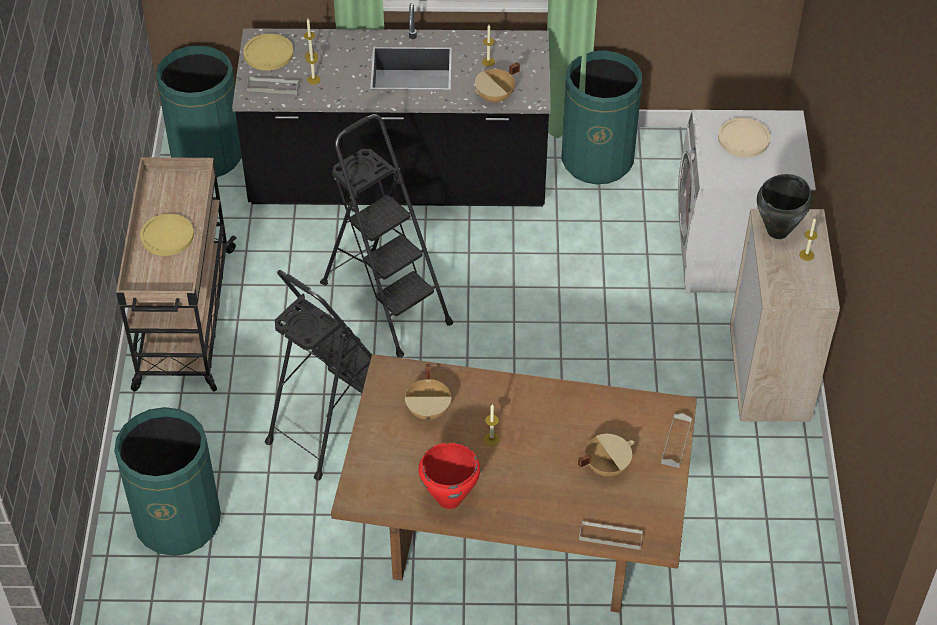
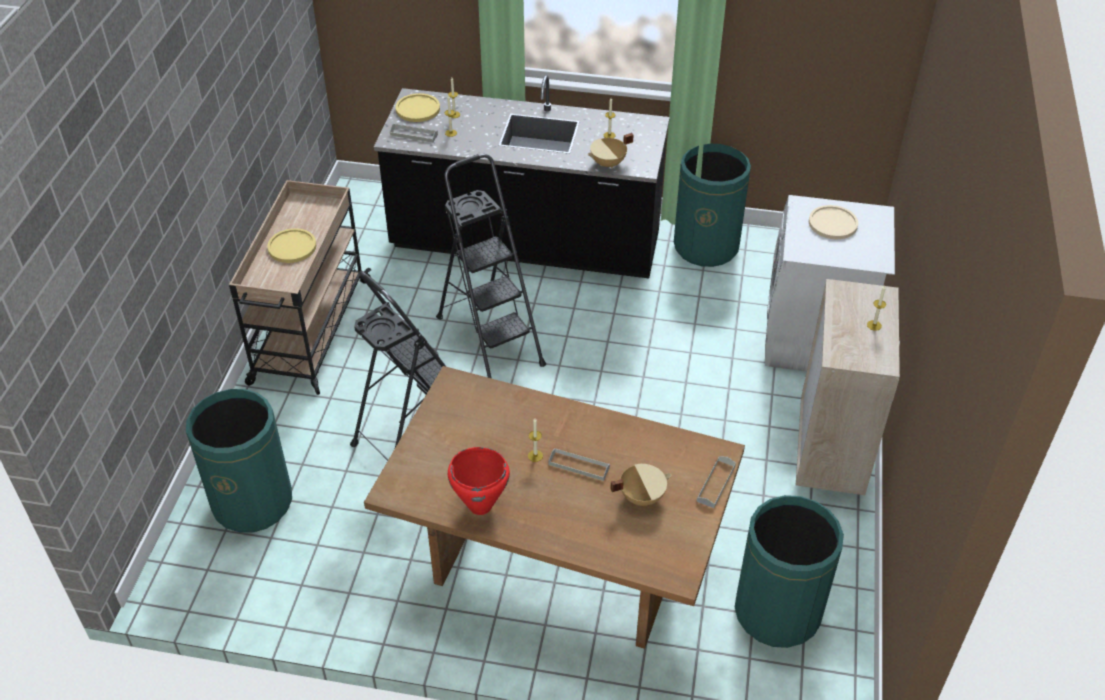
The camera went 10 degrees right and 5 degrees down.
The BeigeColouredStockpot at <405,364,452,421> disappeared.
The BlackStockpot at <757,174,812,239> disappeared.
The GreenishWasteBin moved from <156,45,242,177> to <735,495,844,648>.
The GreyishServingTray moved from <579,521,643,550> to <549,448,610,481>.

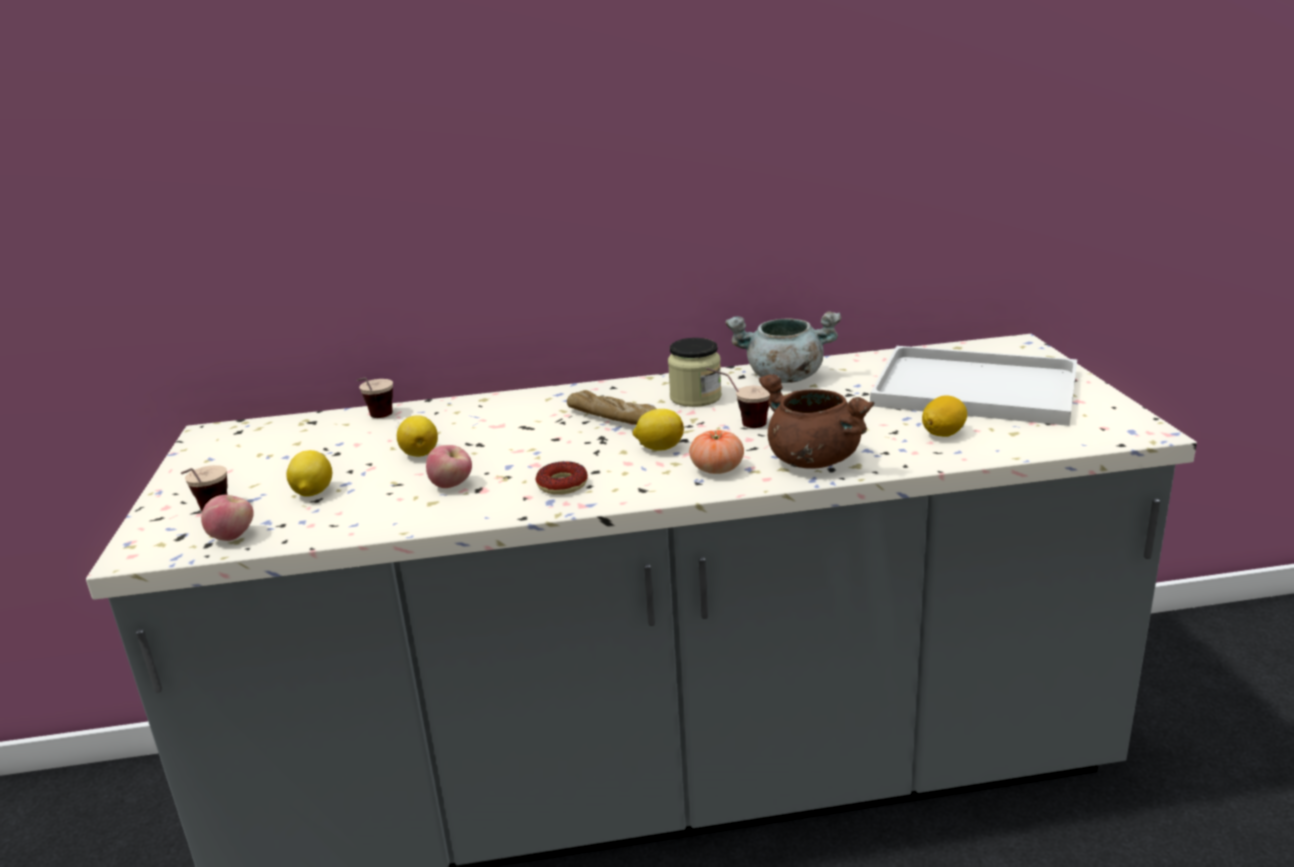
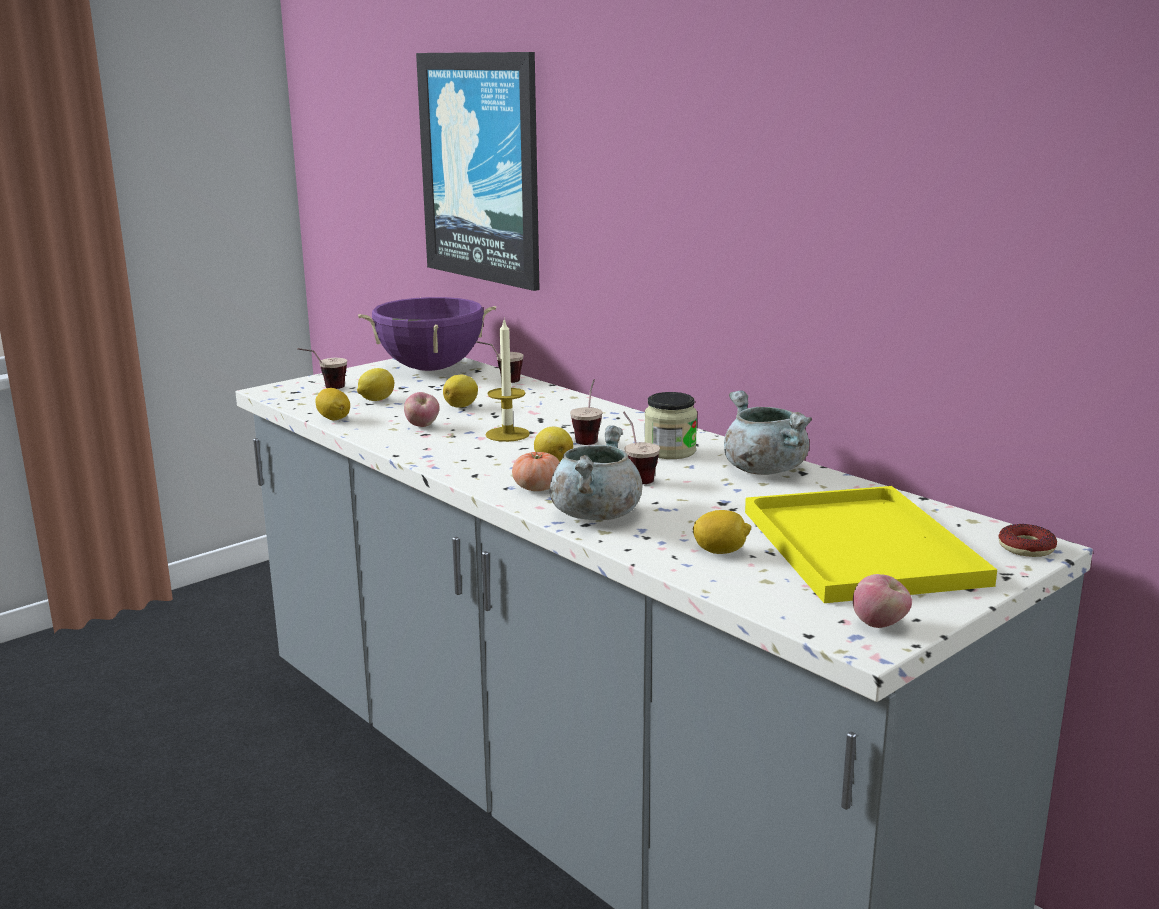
The camera went 55 degrees right and 5 degrees down.
The Lemon at <316,388,350,420> appeared.
The PurpleStockpot at <358,297,496,371> appeared.
The WallPicture at <416,52,540,291> appeared.
The Candle at <486,317,530,442> appeared.
The WholeApple moved from <201,495,254,541> to <853,574,912,628>.
The Donut moved from <536,461,588,495> to <998,524,1057,557>.
The Bread at <567,390,657,425> was replaced by the DrinkingCup at <570,379,603,445>.
The BrownStockpot at <759,374,875,469> became the GreyishStockpot at <550,425,643,520>.
The WhiteColouredServingTray at <870,346,1077,426> became the YellowColouredServingTray at <745,486,997,603>.

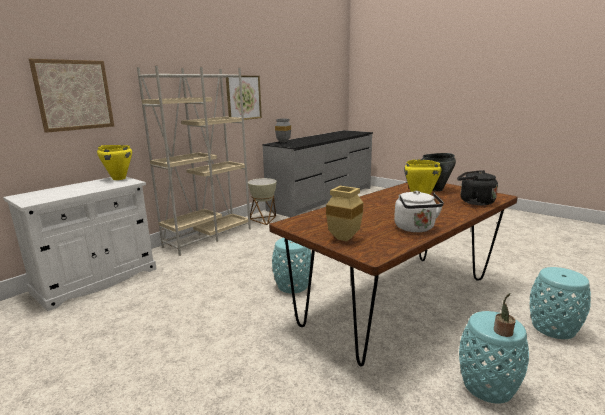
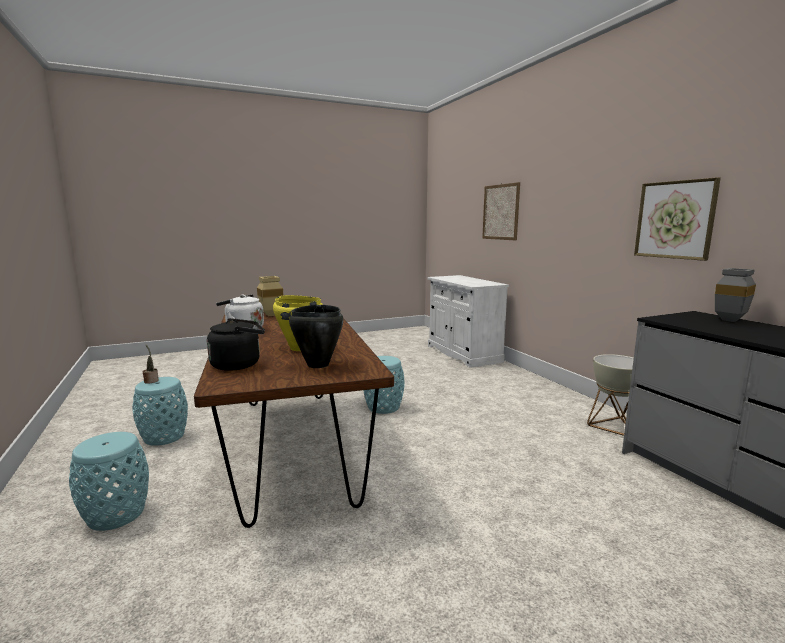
The camera went 115 degrees right and 5 degrees down.
The YellowColouredStockpot at <97,145,132,180> disappeared.
The BeigeColouredShelvingUnit at <137,66,251,256> disappeared.

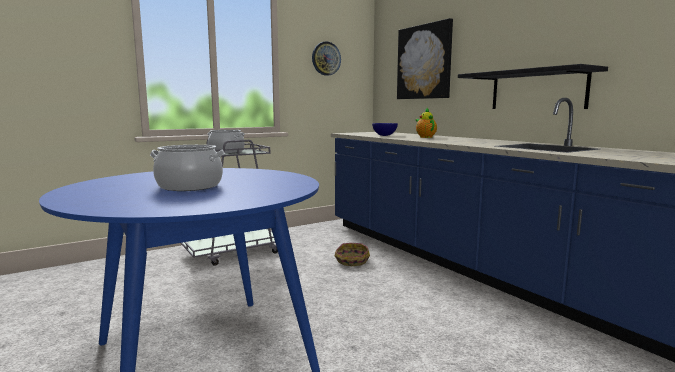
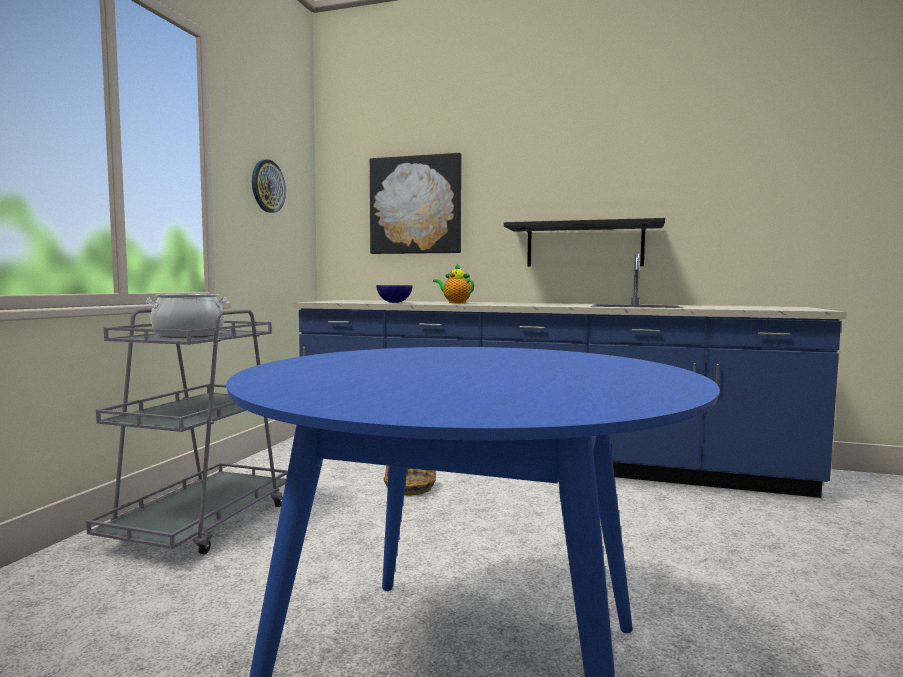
The camera went 40 degrees left and 5 degrees down.
The Stockpot at <150,145,225,191> disappeared.

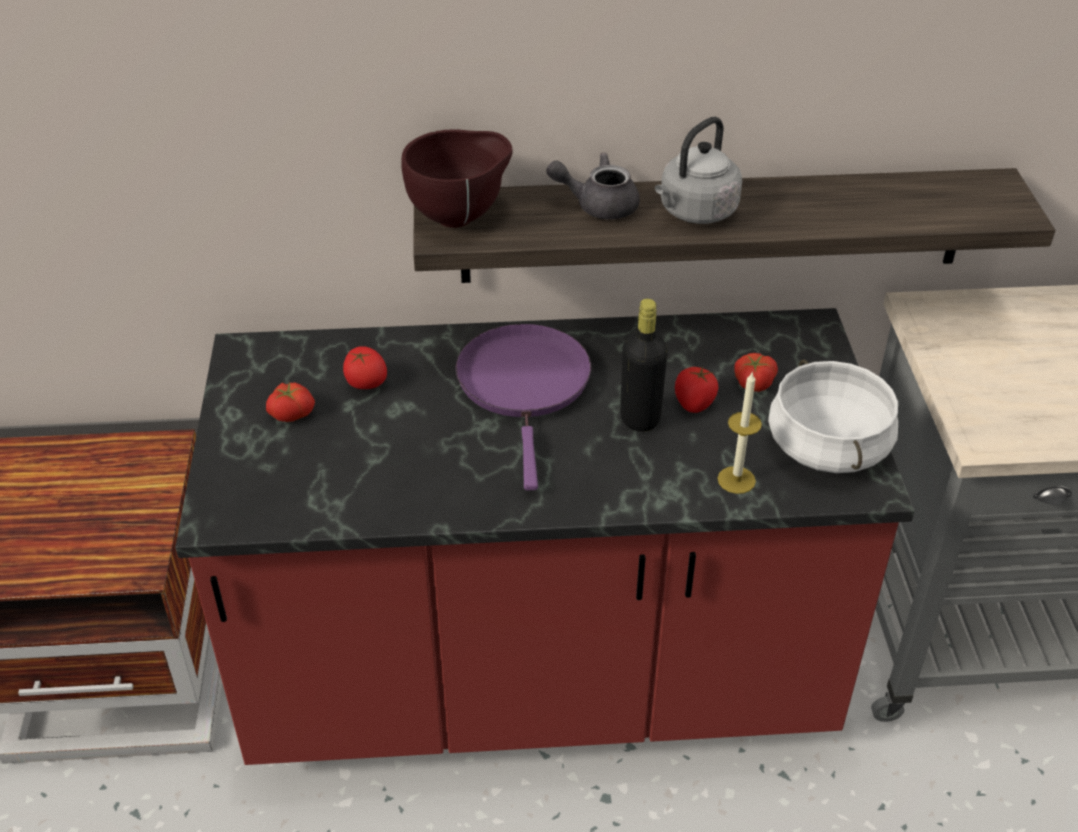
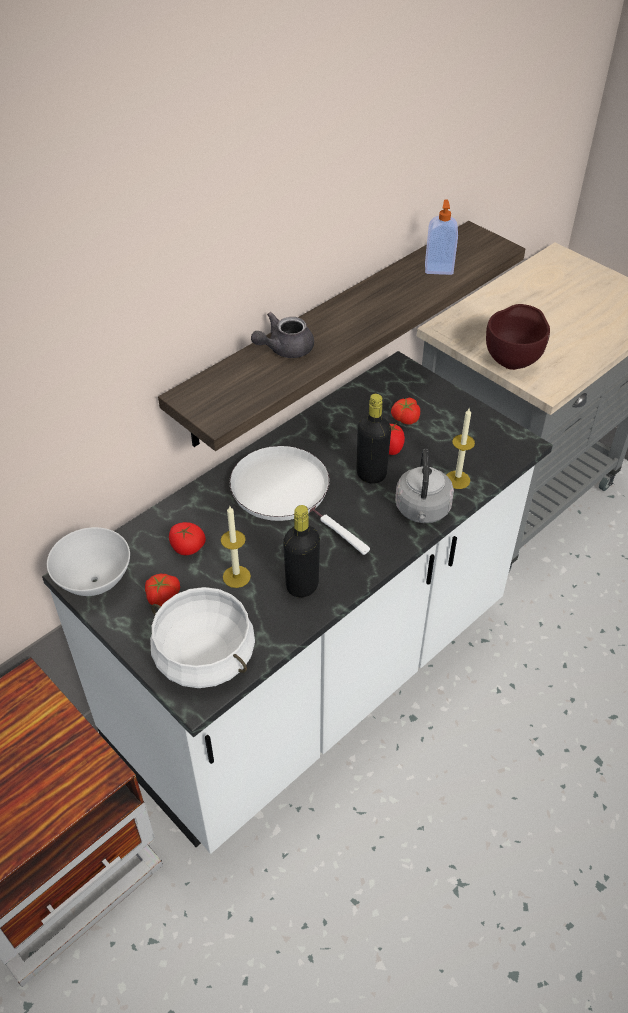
The camera went 40 degrees left and 5 degrees up.
The WhiteColouredDeepDish at <47,527,130,596> appeared.
The Candle at <221,506,251,588> appeared.
The BlackDrinkBottle at <283,505,320,598> appeared.
The SoapBottle at <425,199,458,275> appeared.
The BrownDeepDish moved from <401,129,513,228> to <486,304,550,370>.
The GreyishTeaKettle moved from <655,117,742,224> to <395,448,454,523>.
The WhiteColouredStockpot moved from <768,359,898,473> to <150,587,255,688>.
The RedCounter at <175,308,915,765> became the WhiteColouredCounter at <42,351,553,854>.
The PurpleFryingPan at <456,324,591,490> became the WhiteColouredFryingPan at <229,446,370,555>.

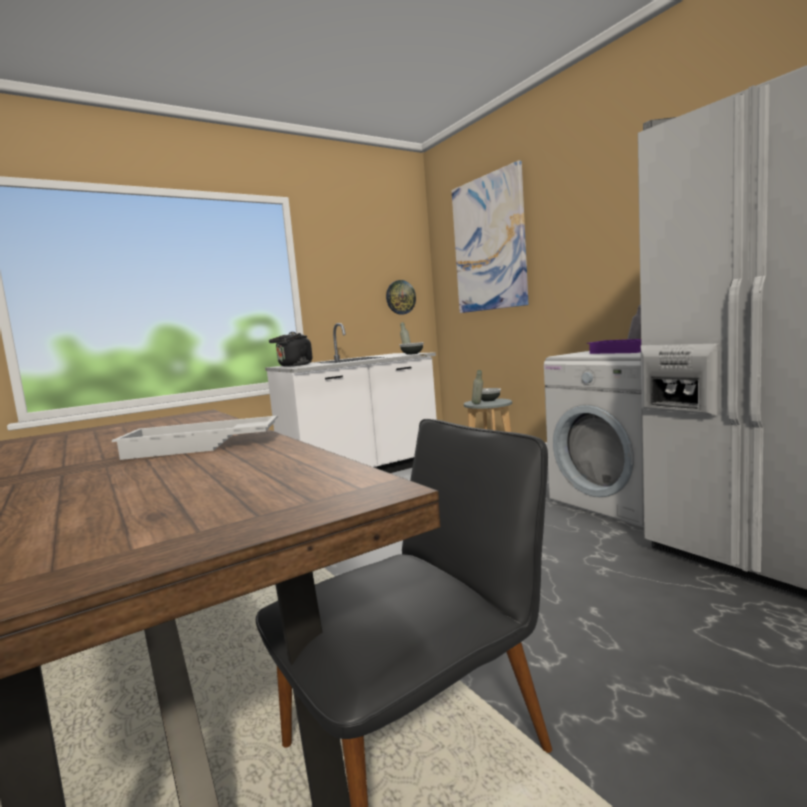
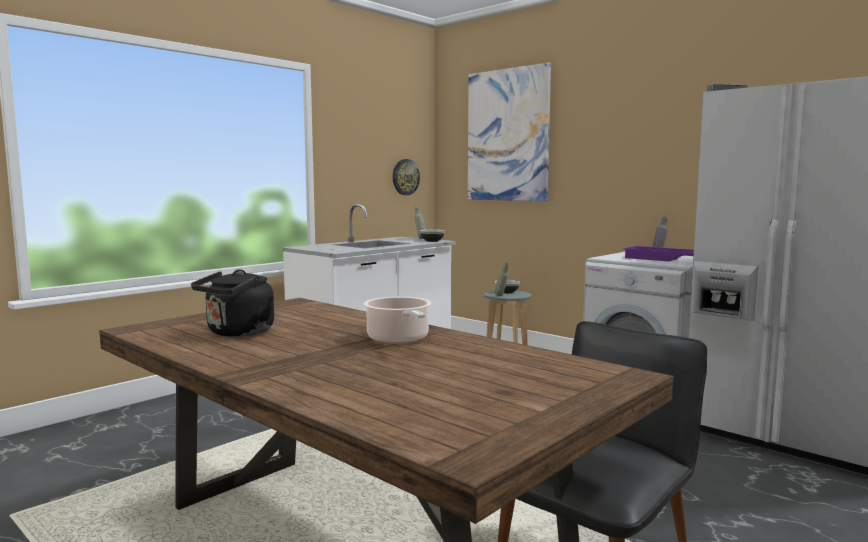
The camera went 15 degrees left and 0 degrees up.
The BlackTeaKettle moved from <269,332,312,367> to <191,269,274,337>.
The WhiteColouredServingTray at <112,415,278,460> was replaced by the Stockpot at <363,297,432,344>.

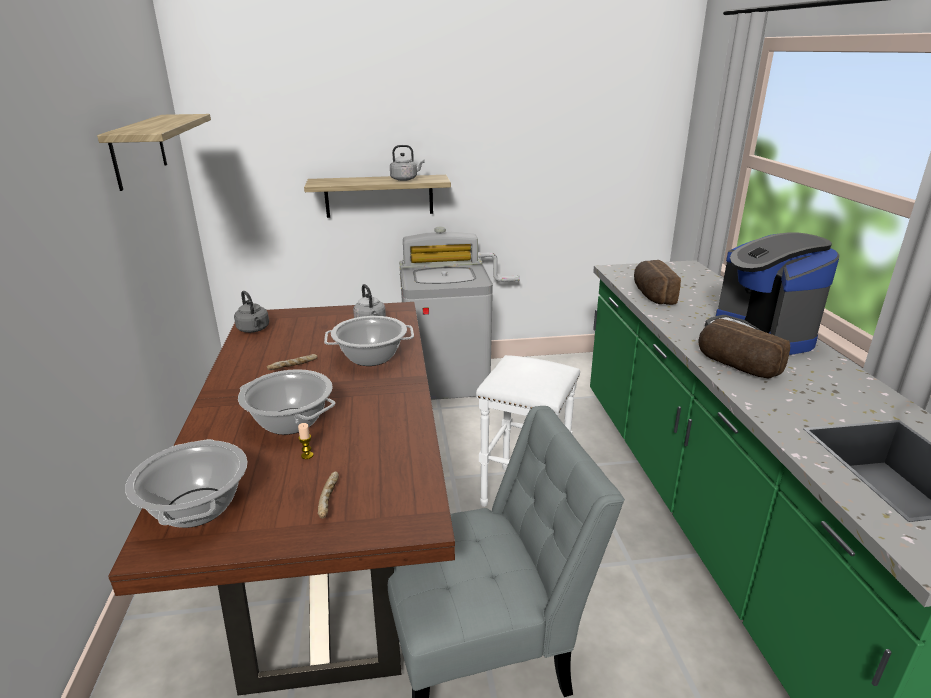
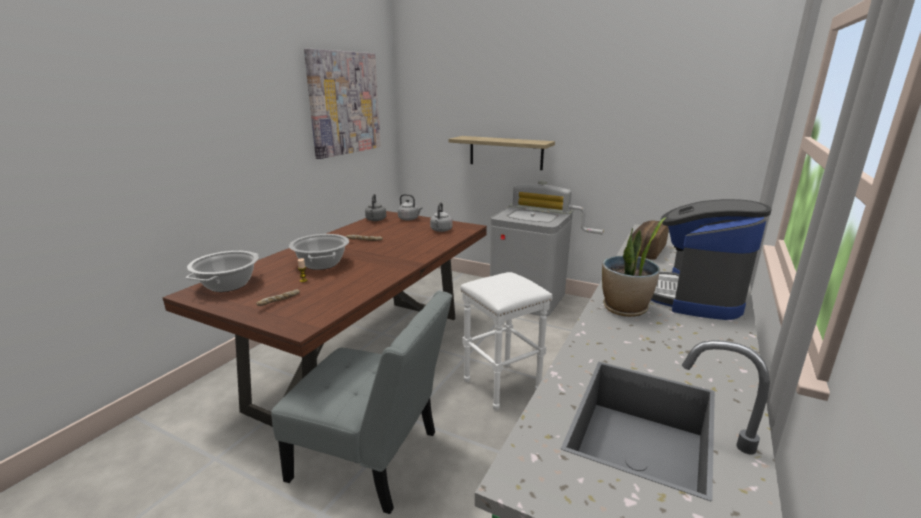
The camera went 35 degrees right and 5 degrees down.
The Stockpot at <324,316,414,366> disappeared.
The GreyishTeaKettle moved from <390,145,425,181> to <398,194,423,221>.
The WallShelf at <97,114,211,191> was replaced by the WallPicture at <304,48,381,159>.
The Bread at <699,319,790,378> was replaced by the Houseplant at <602,217,667,317>.

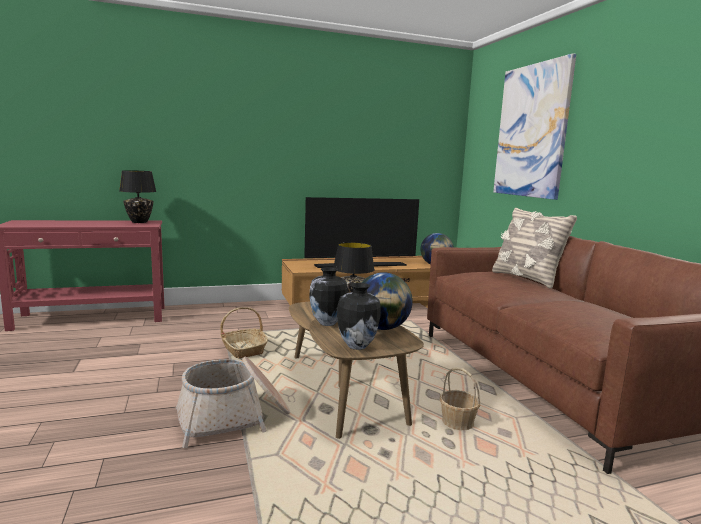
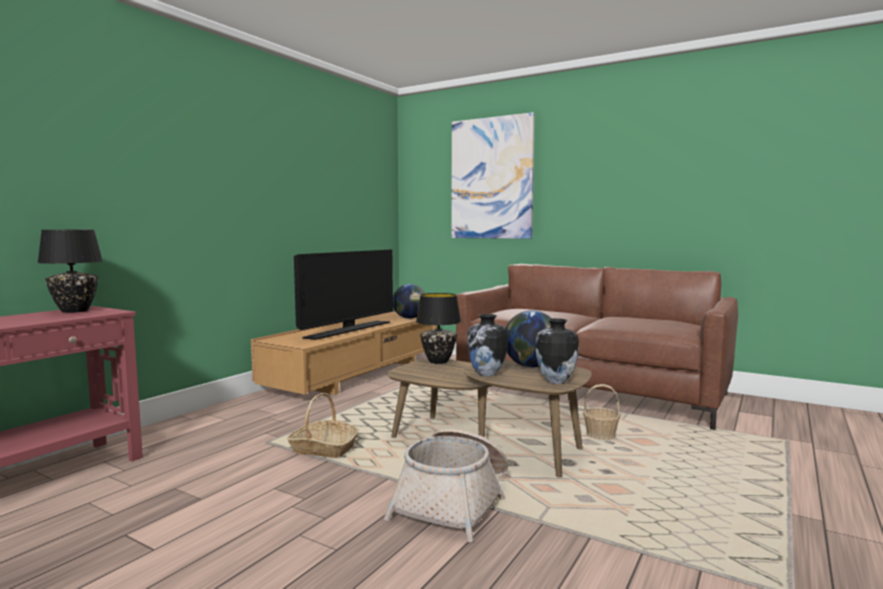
The camera went 40 degrees left and 5 degrees down.
The BeigeColouredPillow at <492,208,577,289> disappeared.

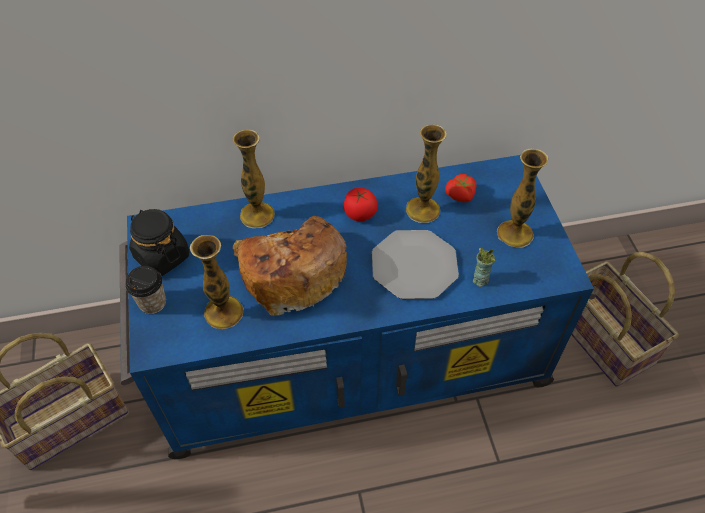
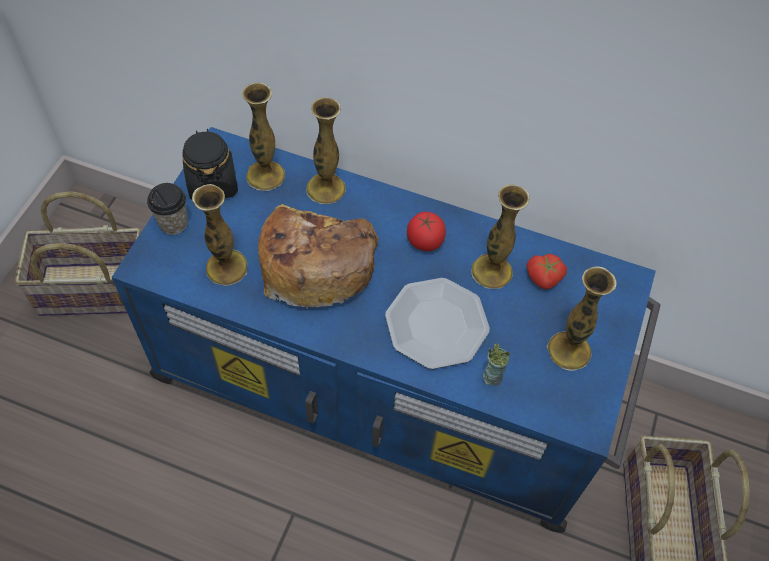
The camera went 30 degrees right and 5 degrees up.
The FlowerVase at <242,83,285,191> appeared.

